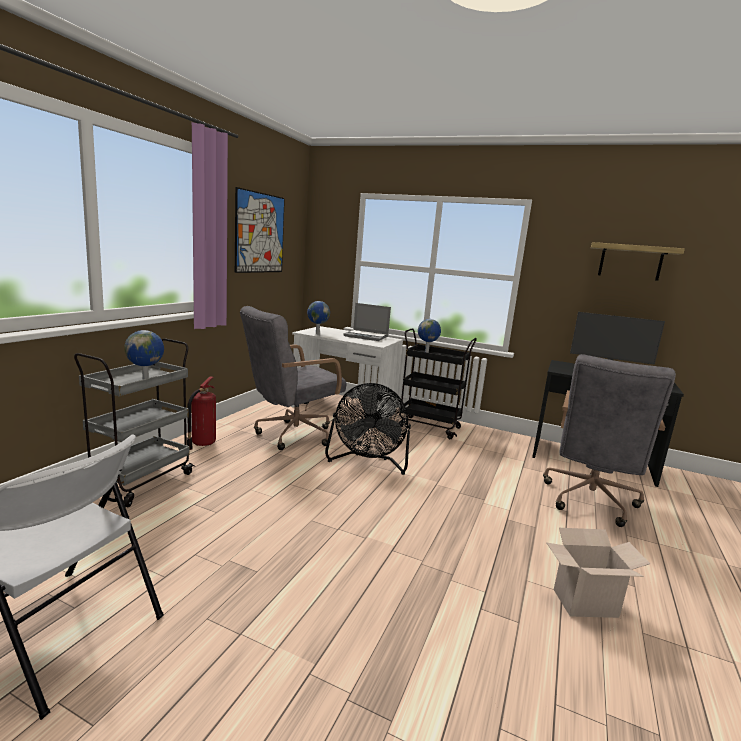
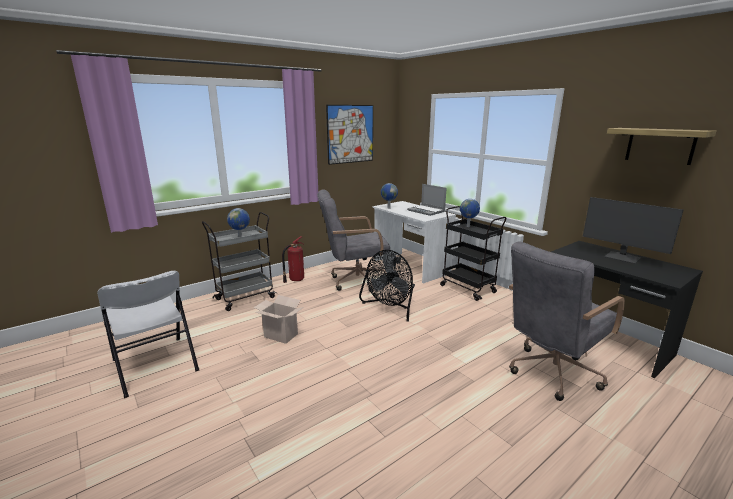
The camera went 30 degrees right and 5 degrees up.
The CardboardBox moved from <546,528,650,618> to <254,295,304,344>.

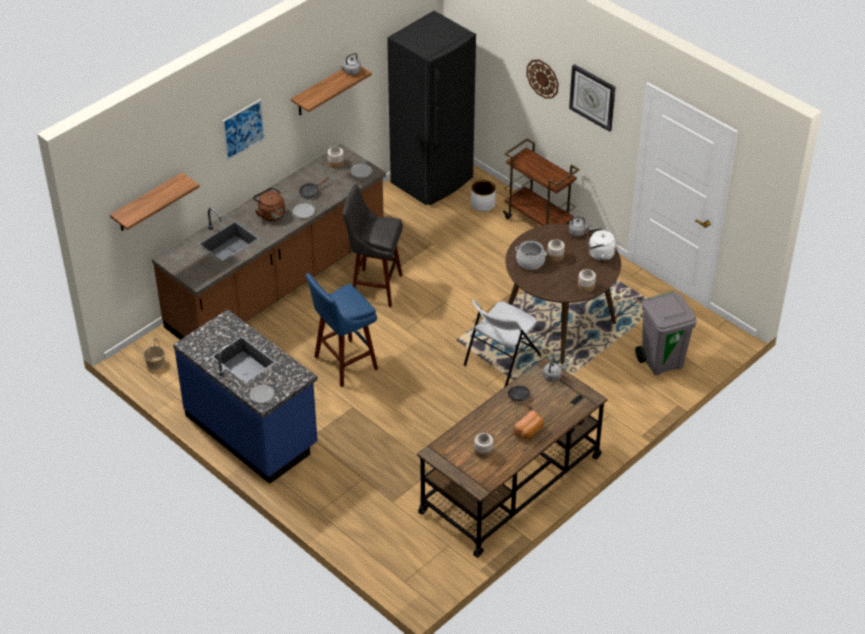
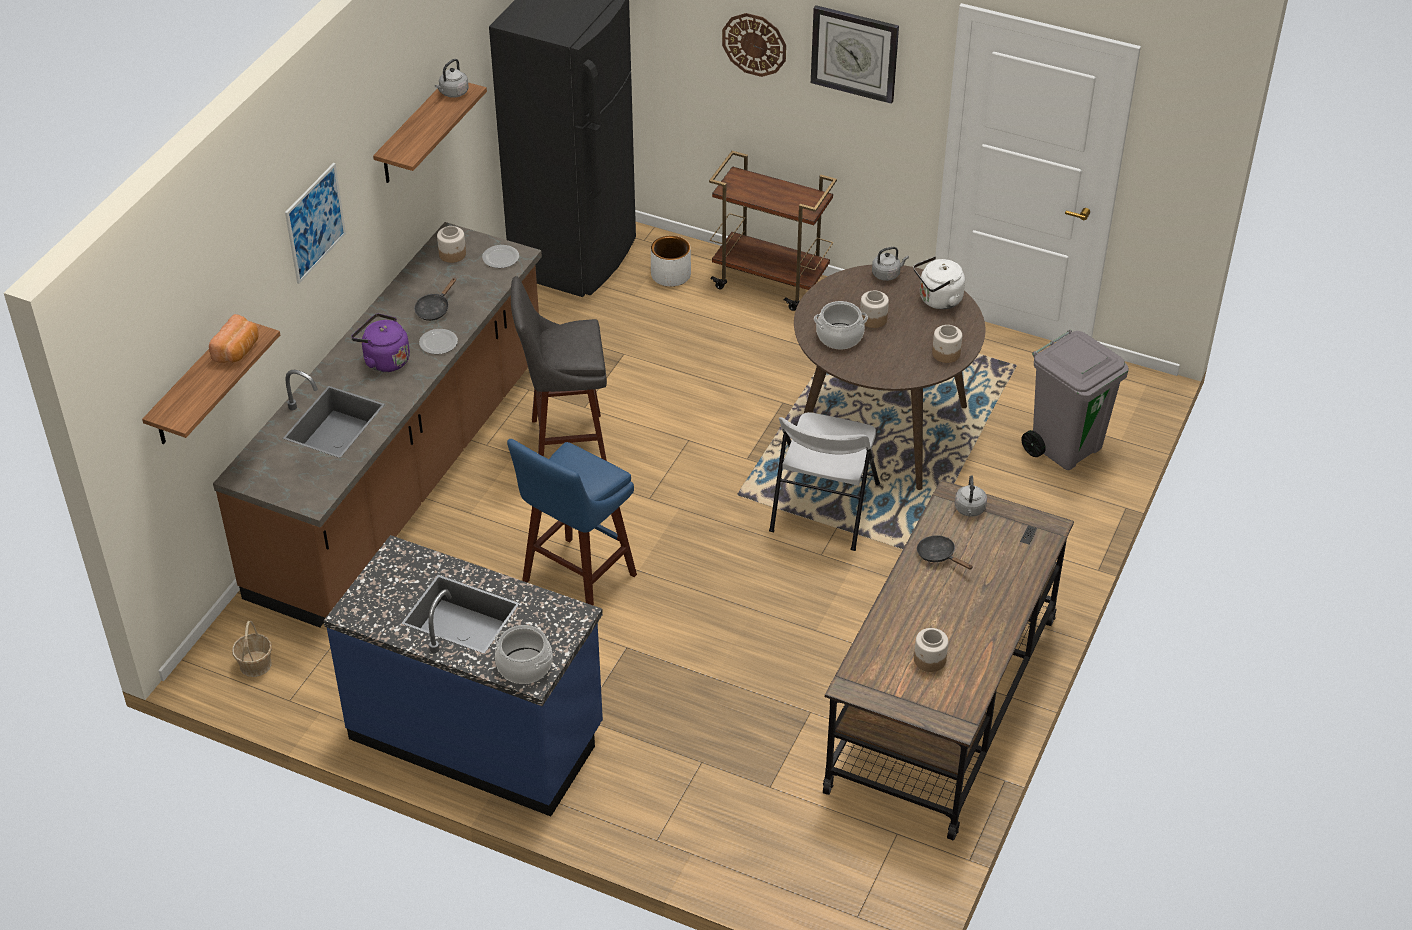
The camera went 20 degrees left and 0 degrees up.
The Bread moved from <513,410,543,439> to <209,314,259,363>.
The Plate at <250,385,275,403> was replaced by the Stockpot at <495,625,553,684>.
The BrownTeaKettle at <253,187,285,222> became the PurpleTeaKettle at <351,313,410,372>.

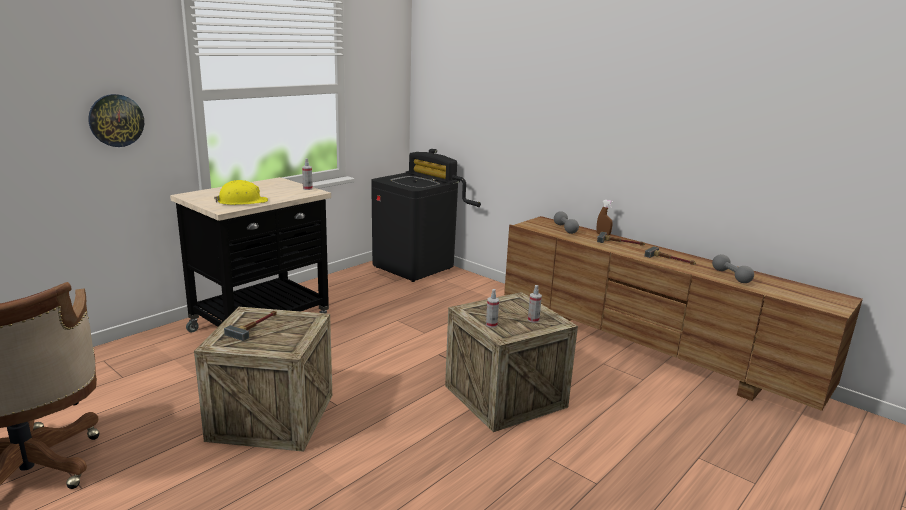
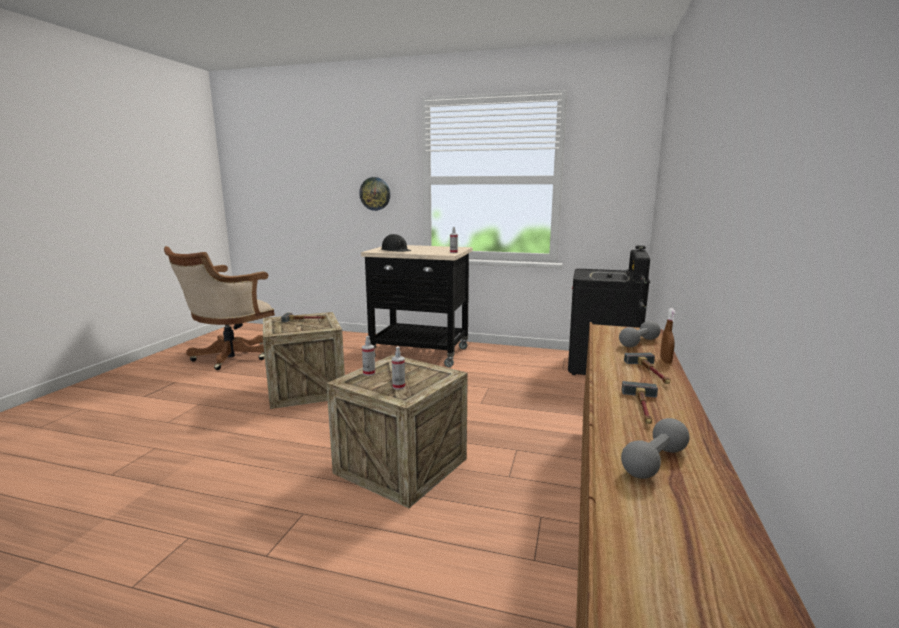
The camera went 65 degrees right and 5 degrees down.
The YellowColouredSafetyHelmet at <214,180,268,205> became the BlackSafetyHelmet at <381,234,411,252>.

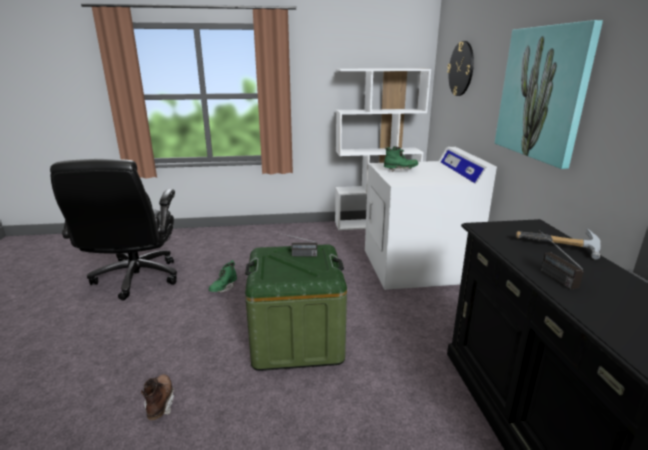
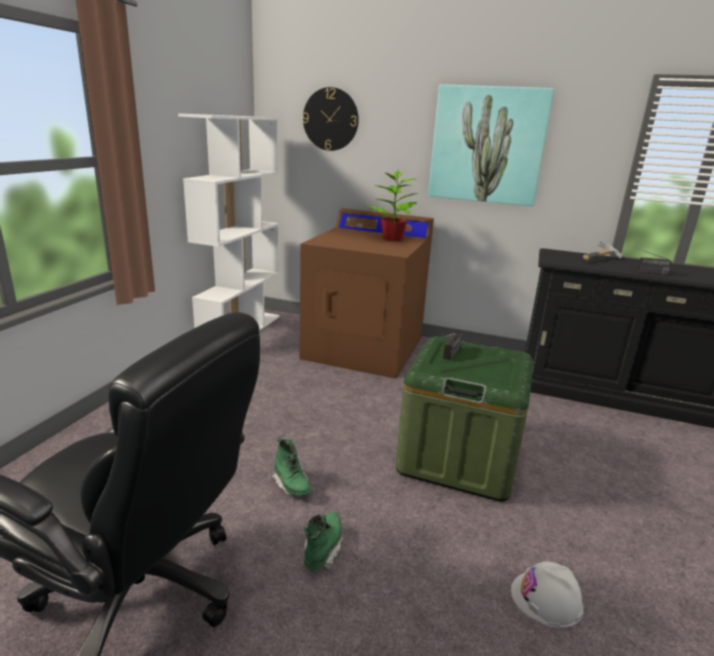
The camera went 65 degrees left and 0 degrees up.
The Houseplant at <364,171,418,241> appeared.
The GreenishTallBoot moved from <384,146,418,172> to <304,512,344,570>.
The BrownTallBoot at <141,374,174,420> was replaced by the WhiteColouredSafetyHelmet at <511,562,584,628>.
The WhiteColouredWashingMachine at <365,147,497,290> became the BrownWashingMachine at <299,208,434,379>.

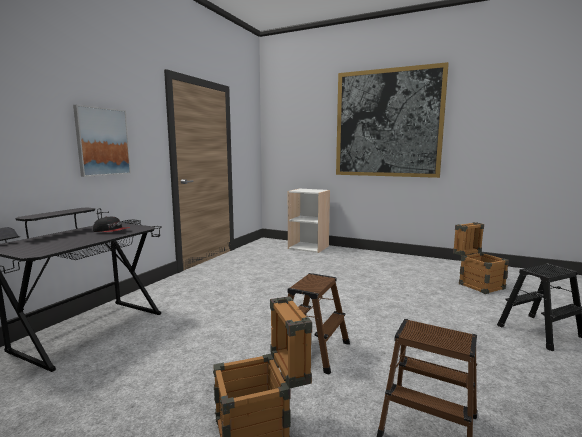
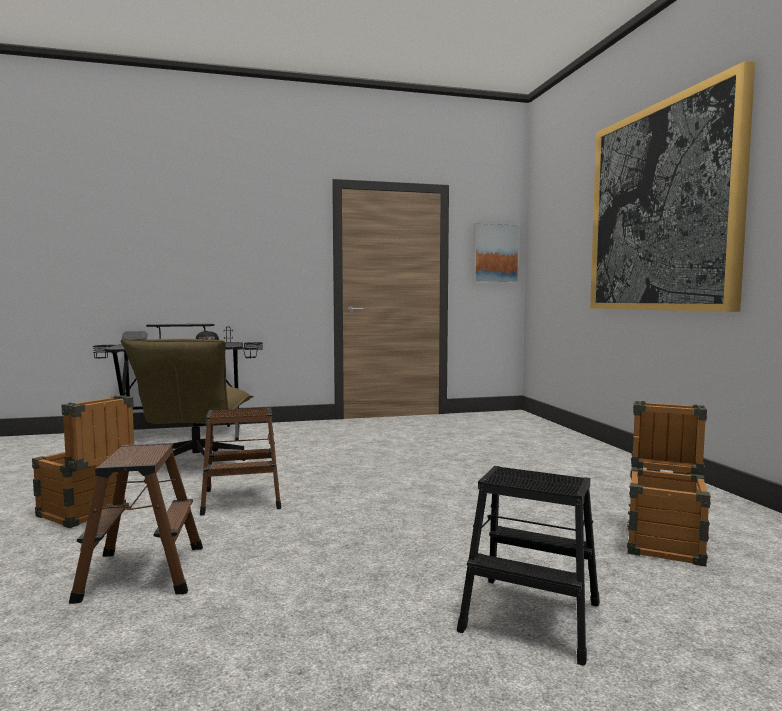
The camera went 50 degrees right and 5 degrees down.
The WhiteColouredShelvingUnit at <288,189,330,253> disappeared.
The BeigeColouredComputerChair at <121,339,254,461> appeared.
The WallPicture moved from <73,105,131,177> to <473,223,520,283>.

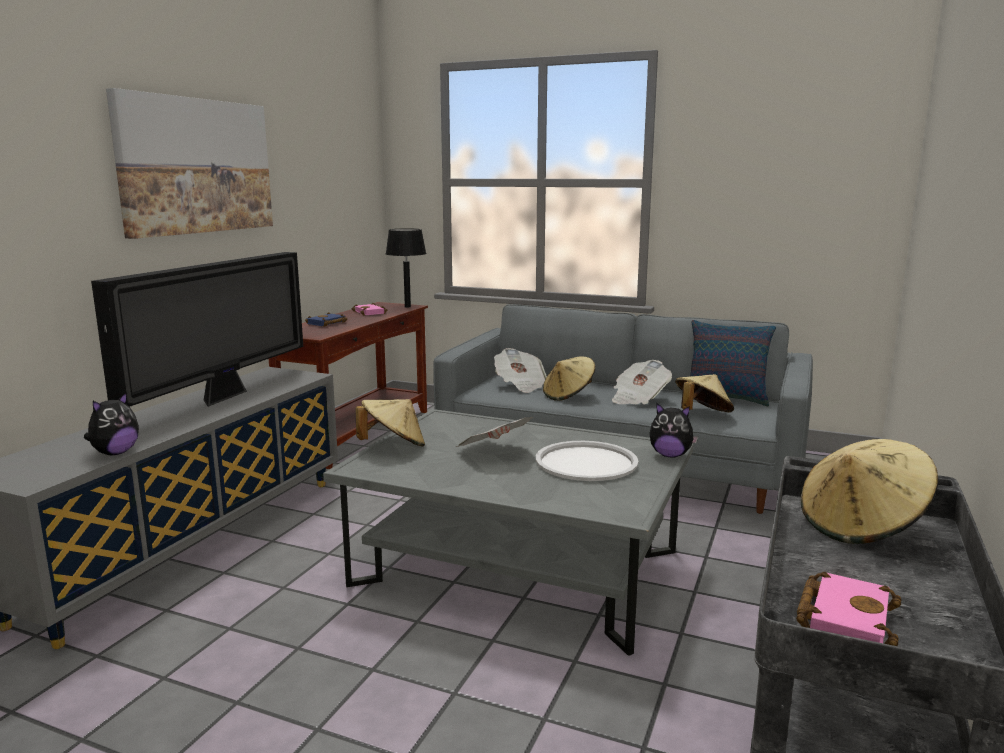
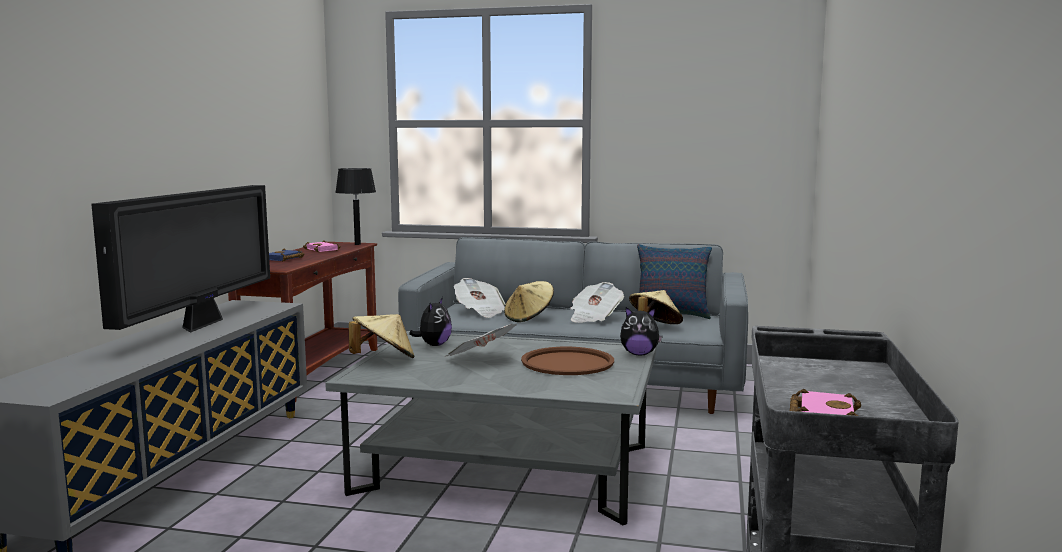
The camera went 10 degrees left and 5 degrees down.
The WallPicture at <106,88,273,239> disappeared.
The BeigeColouredHat at <801,439,938,544> disappeared.
The CuddlyToy moved from <84,392,139,455> to <409,297,452,346>.
The WhiteColouredServingTray at <536,441,639,481> became the BrownServingTray at <521,347,614,375>.

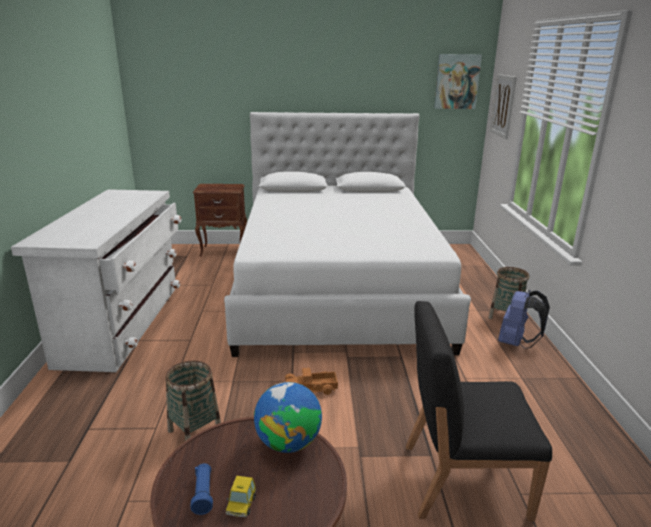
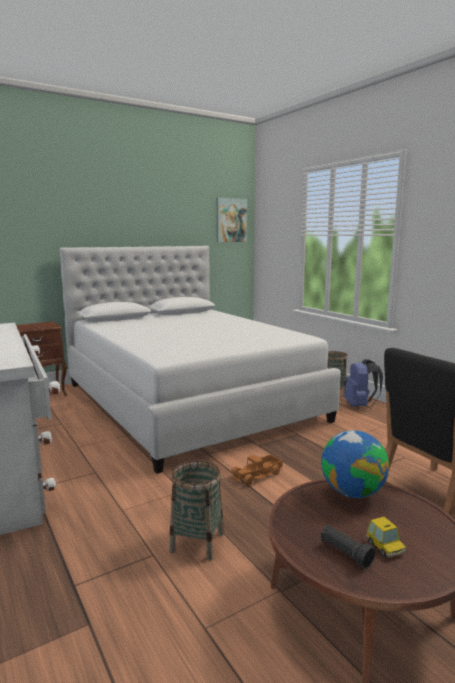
The camera went 30 degrees left and 10 degrees down.
The WallPicture at <490,74,517,139> disappeared.
The BlueTorch at <190,464,213,515> became the BlackTorch at <321,525,376,569>.

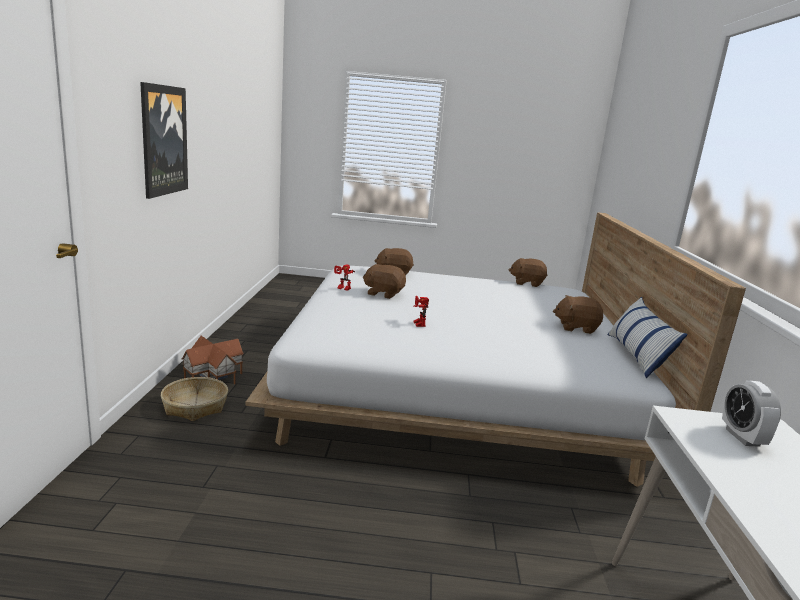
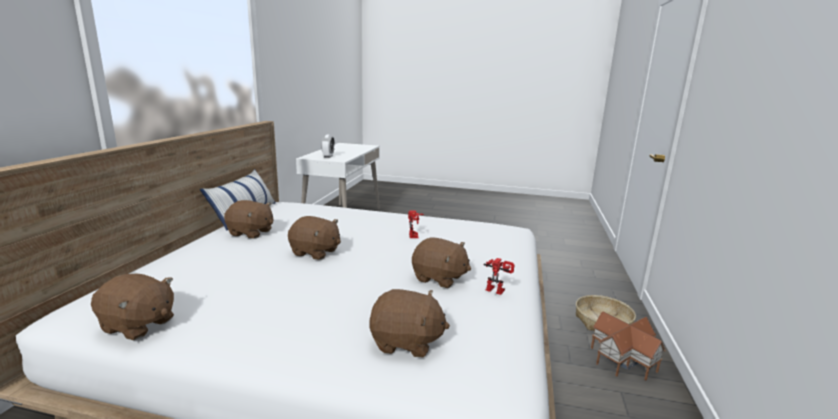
The camera went 170 degrees left and 0 degrees up.
The WallPicture at <140,82,188,199> disappeared.
The BrownCuddlyToy at <288,216,341,260> appeared.

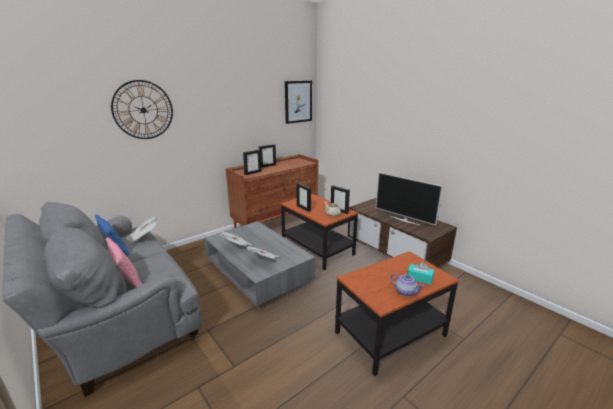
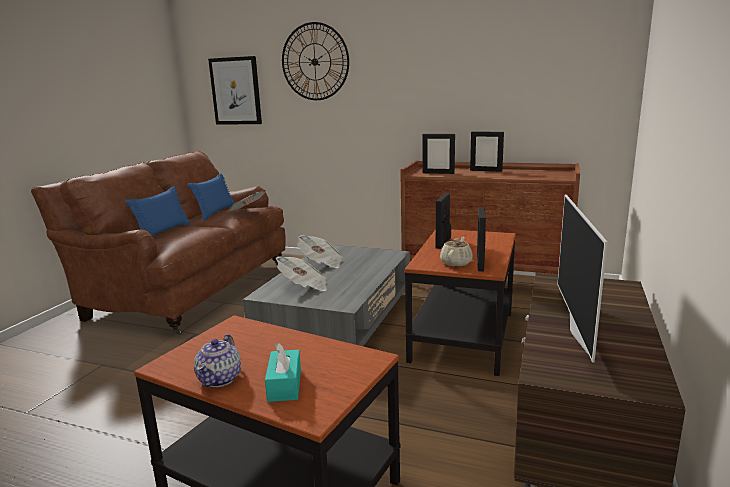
The camera went 60 degrees right and 5 degrees down.
The WallPicture moved from <285,81,312,124> to <208,56,262,125>.
The GreyishSettee at <2,202,202,397> became the BrownSettee at <31,151,286,335>.
The PinkPillow at <106,237,142,288> became the BluePillow at <125,186,190,236>.

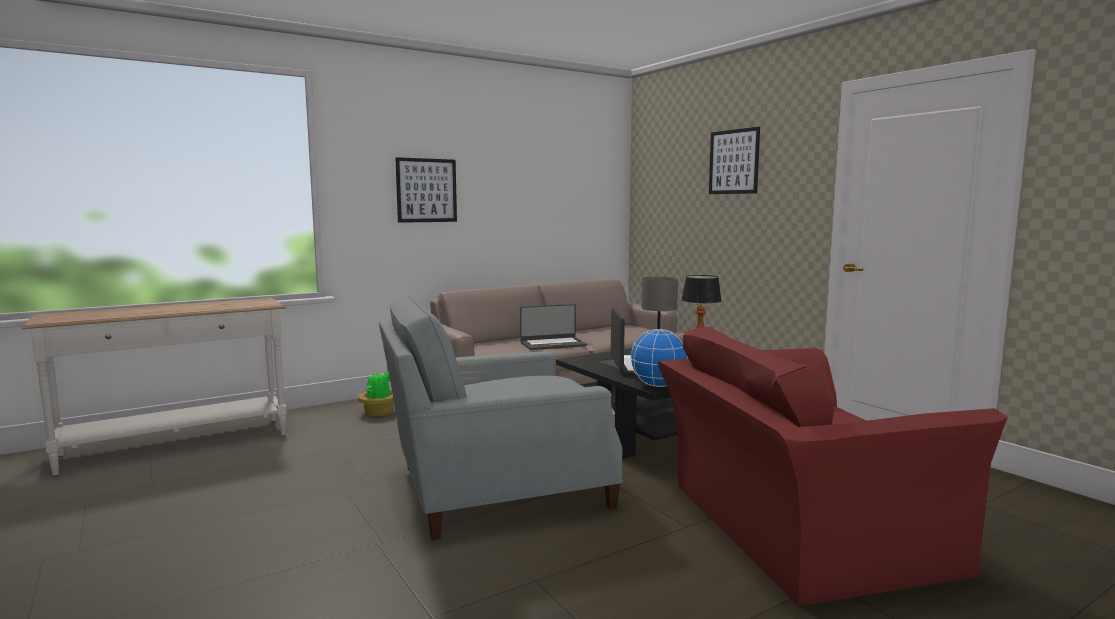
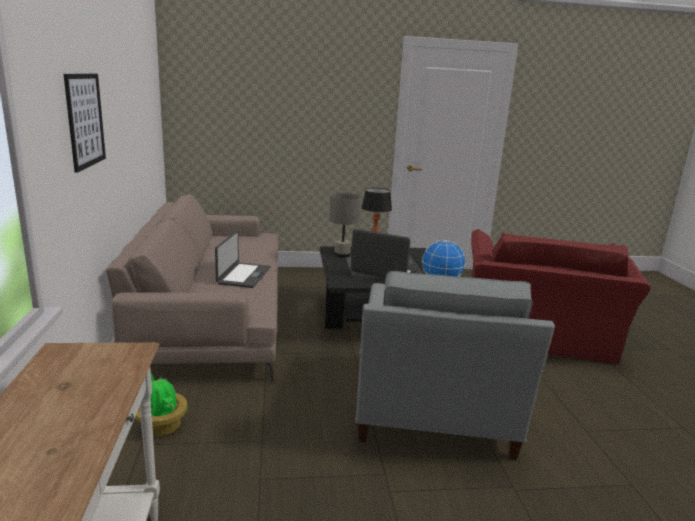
The camera went 65 degrees left and 10 degrees up.
The WallPicture at <709,127,760,194> disappeared.

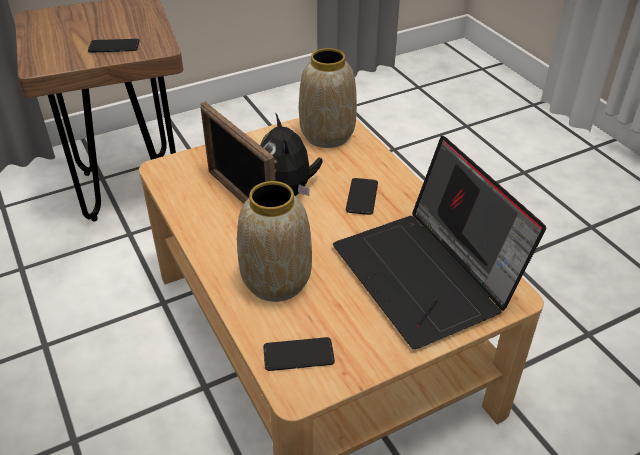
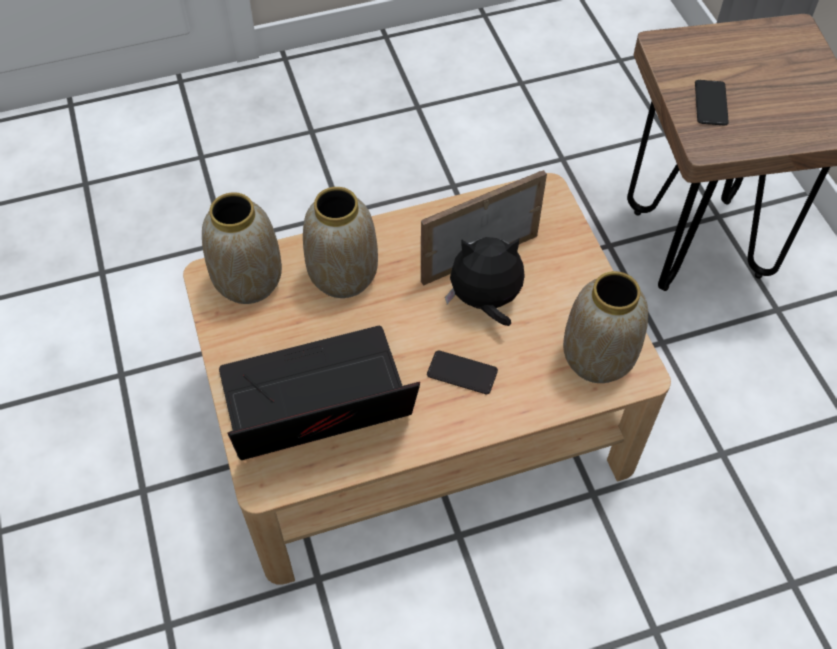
The camera went 100 degrees right and 15 degrees up.
The Telephone at <263,337,335,371> was replaced by the FlowerVase at <202,192,282,304>.

